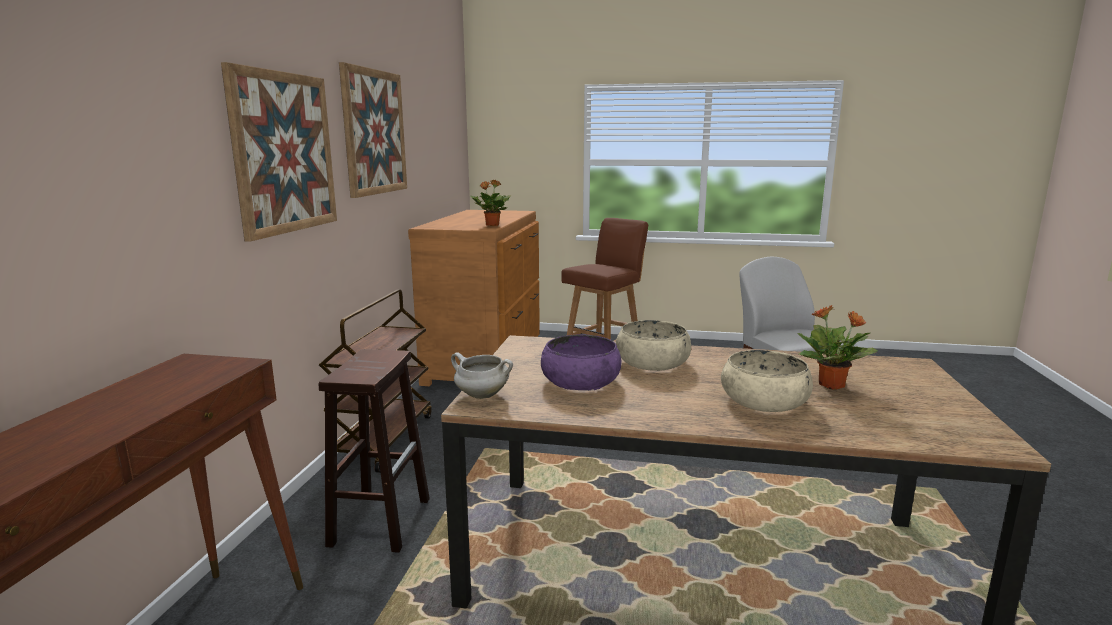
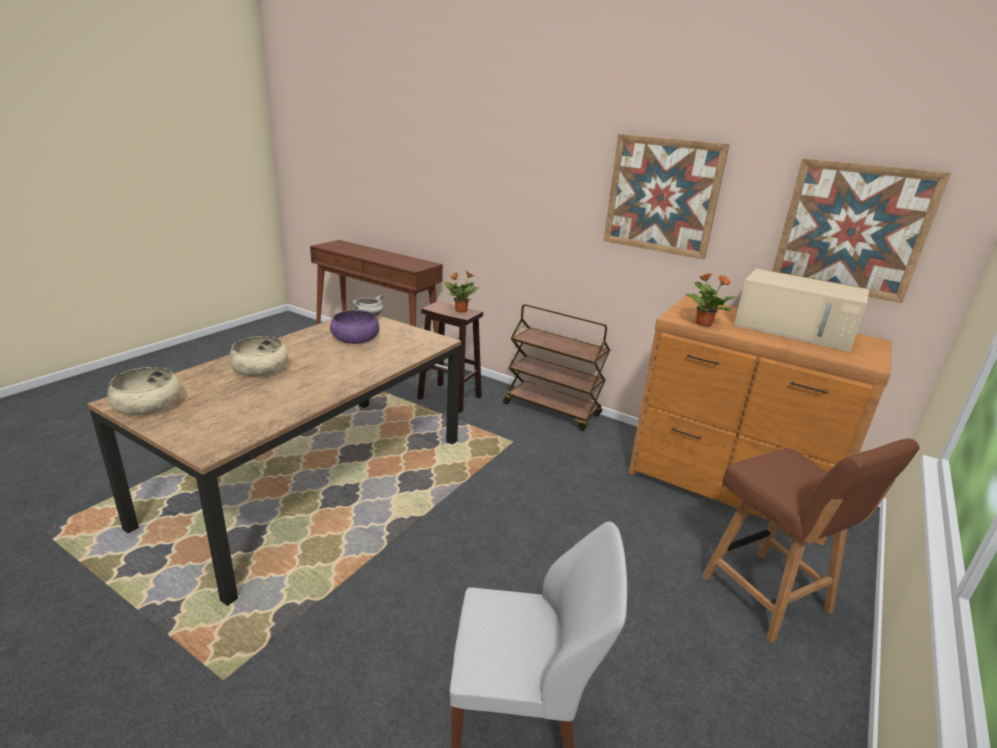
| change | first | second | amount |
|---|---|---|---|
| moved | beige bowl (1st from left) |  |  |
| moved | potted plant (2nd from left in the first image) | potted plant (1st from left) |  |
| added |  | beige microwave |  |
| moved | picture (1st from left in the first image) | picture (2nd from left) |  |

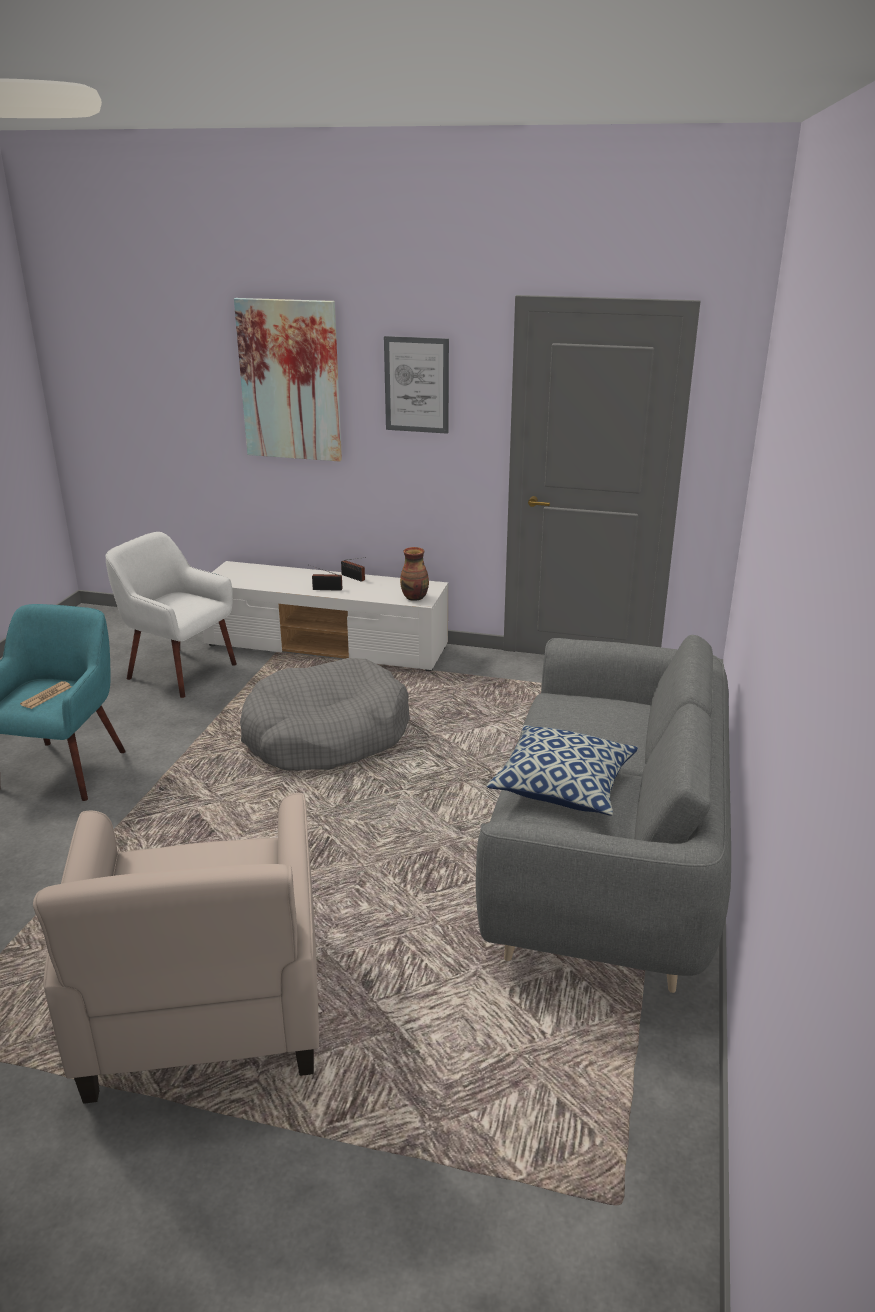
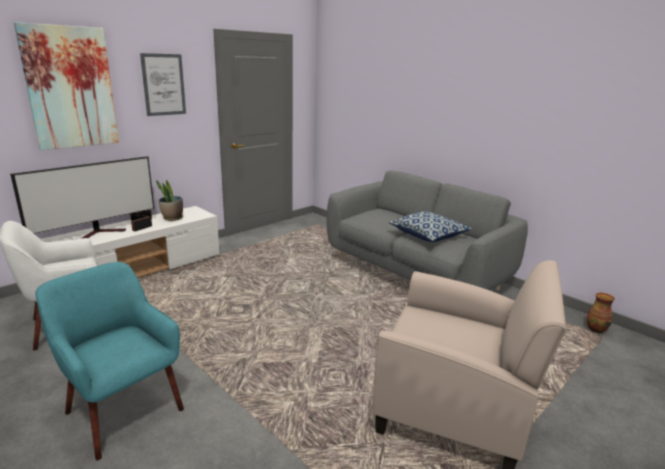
| change | first | second | amount |
|---|---|---|---|
| added |  | television |  |
| added |  | potted plant |  |
| moved | vase |  |  |
| removed | newspaper |  |  |
| removed | grey dog bed |  |  |

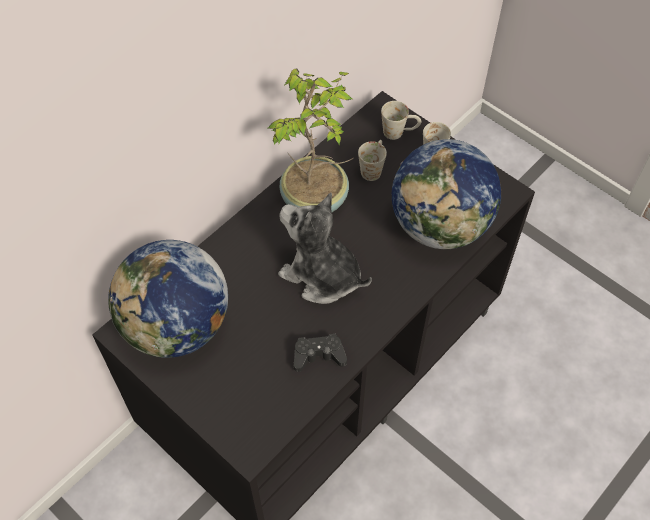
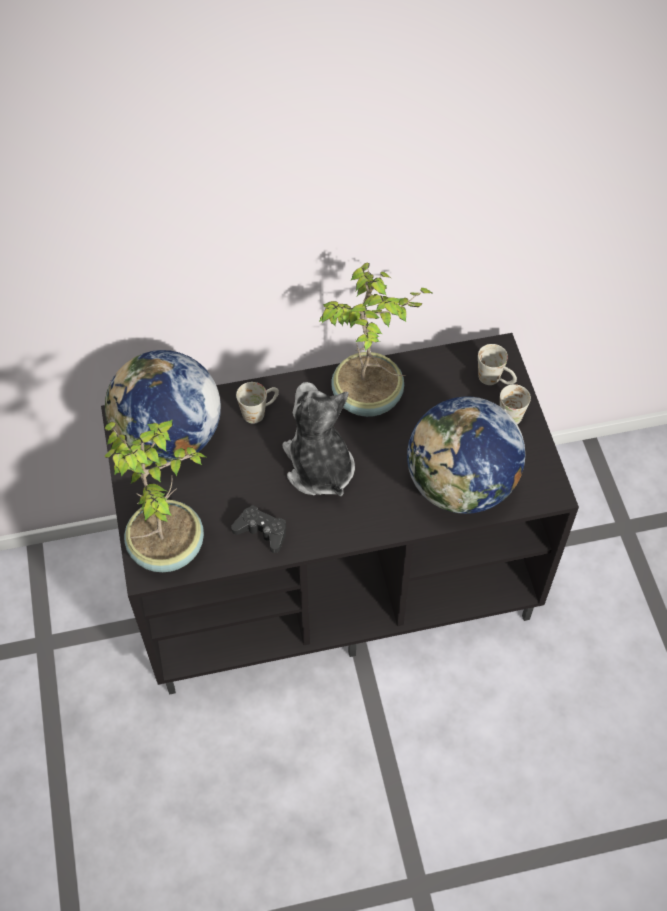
| change | first | second | amount |
|---|---|---|---|
| added |  | potted plant (1st from left) |  |
| moved | white mug (1st from left) |  |  |

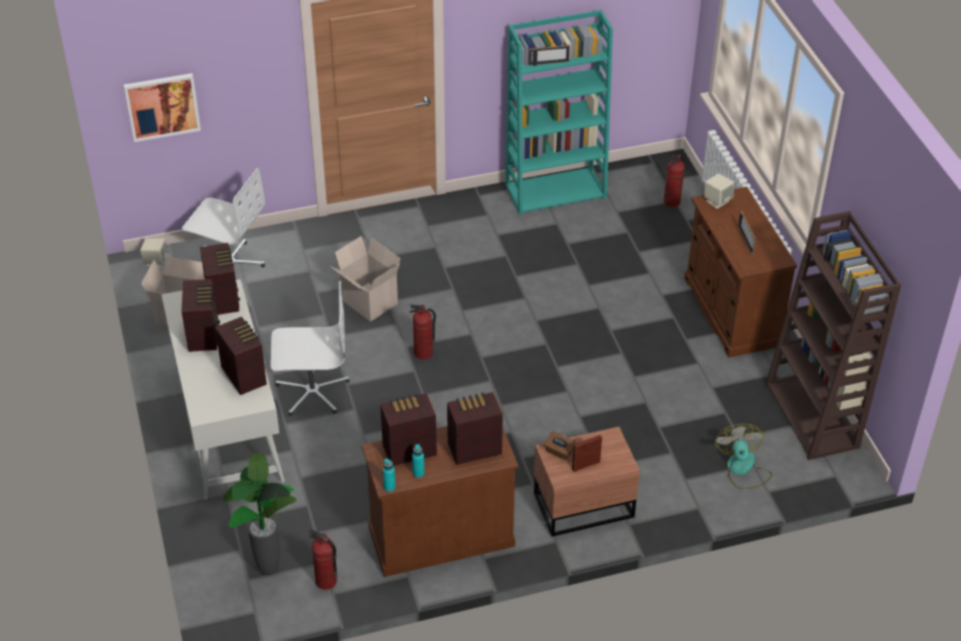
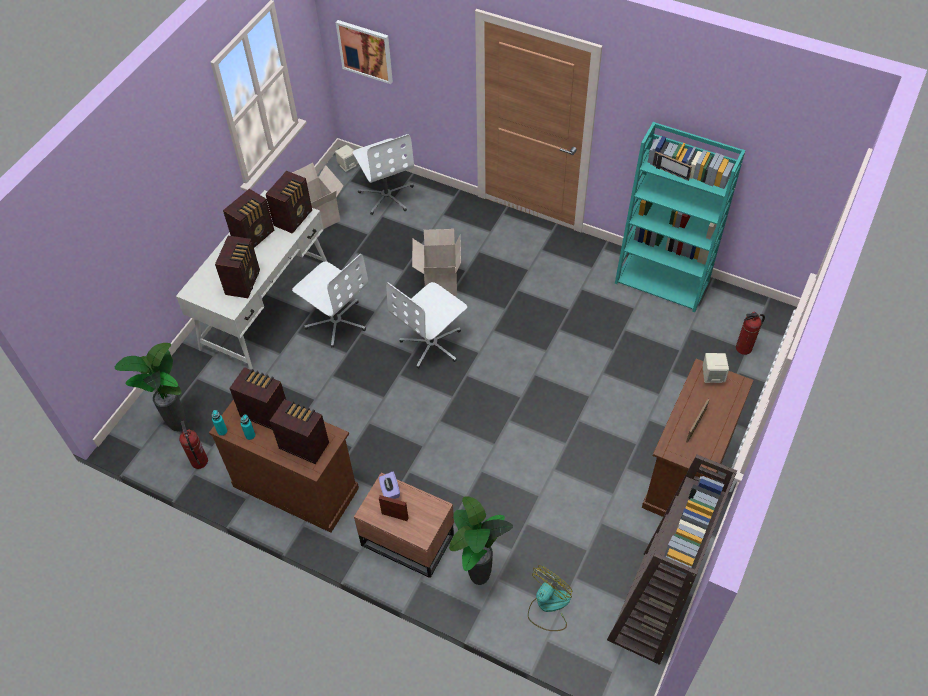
| change | first | second | amount |
|---|---|---|---|
| recoloured | brown tissue box | purple tissue box |  |
| replaced | fire extinguisher (2nd from left) | white office chair (3rd from left) |  |
| added |  | potted plant (2nd from left) |  |

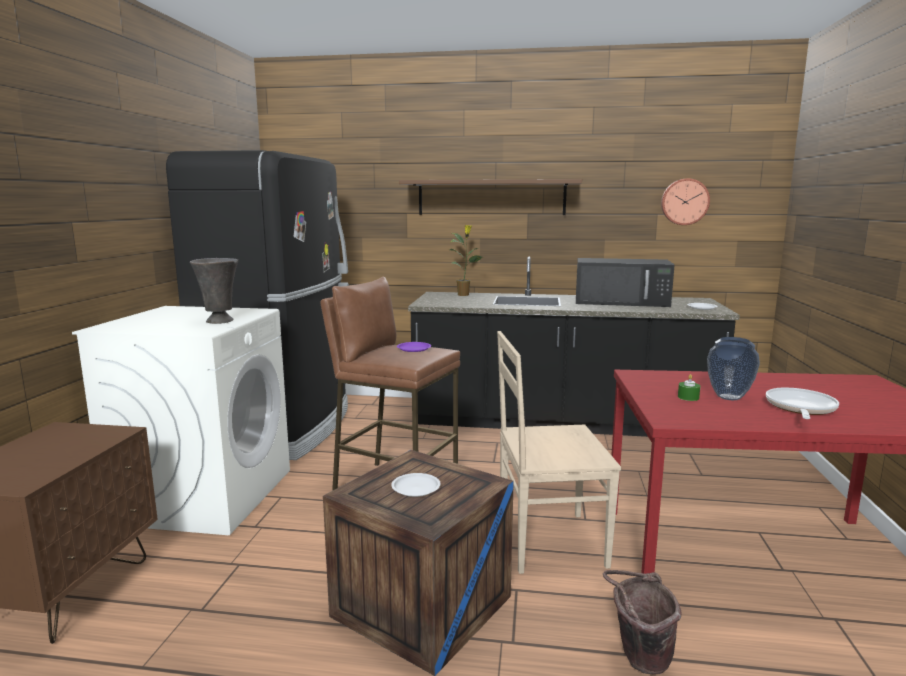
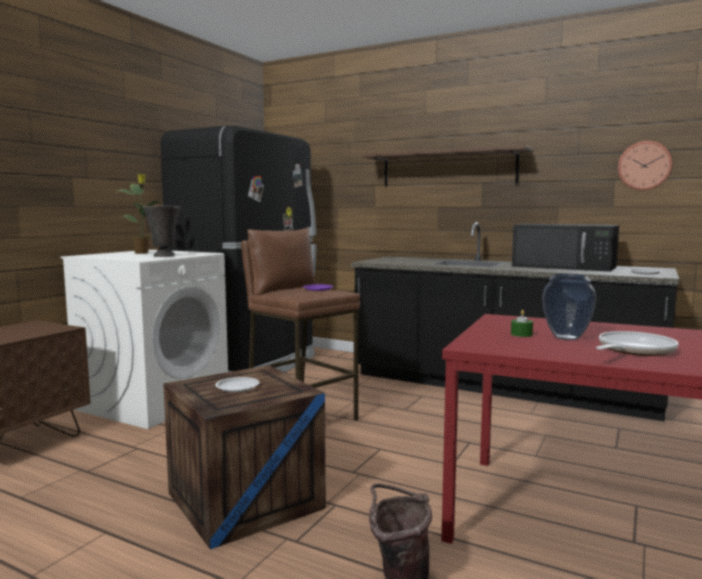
| change | first | second | amount |
|---|---|---|---|
| moved | potted plant |  |  |
| removed | beige chair |  |  |

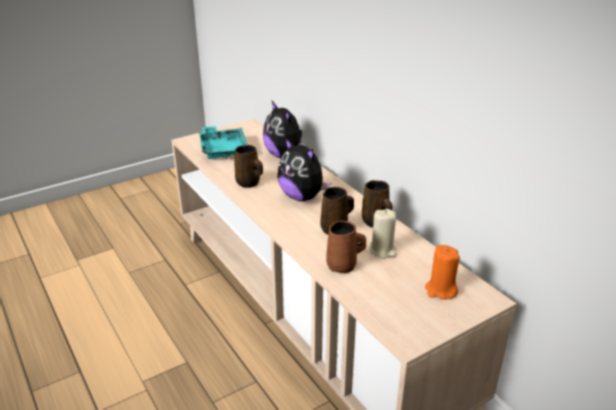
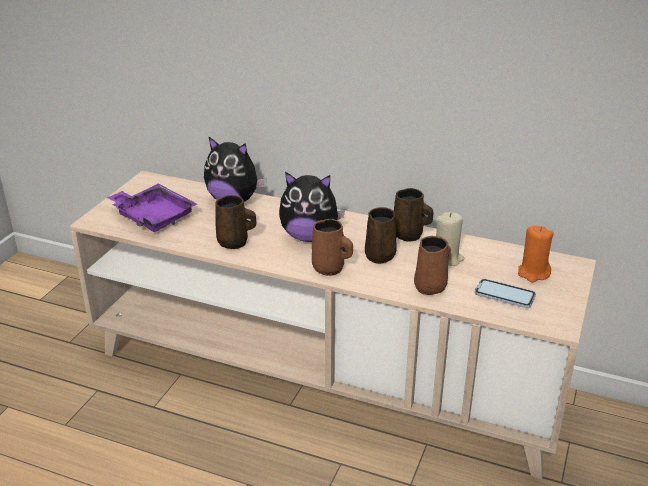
| change | first | second | amount |
|---|---|---|---|
| recoloured | turquoise tray | purple tray |  |
| added |  | brown mug (2nd from left) |  |
| added |  | phone |  |

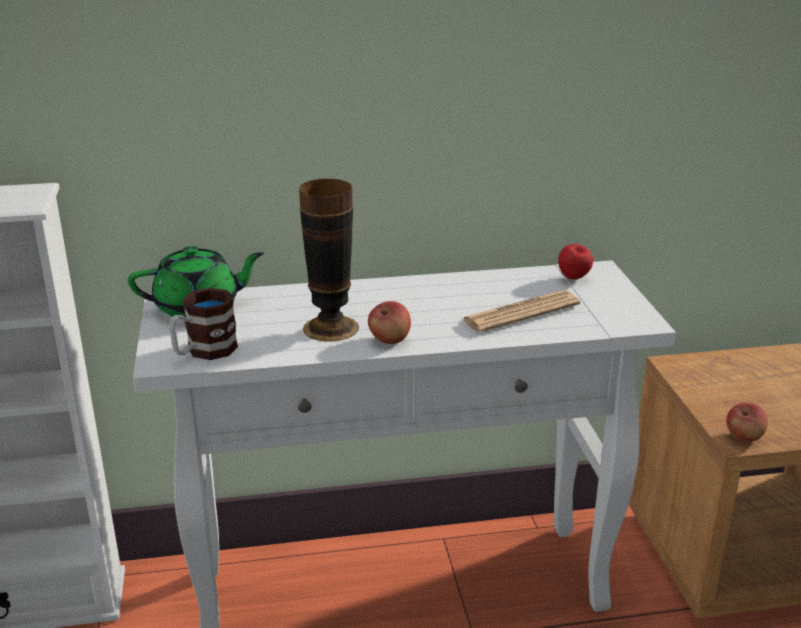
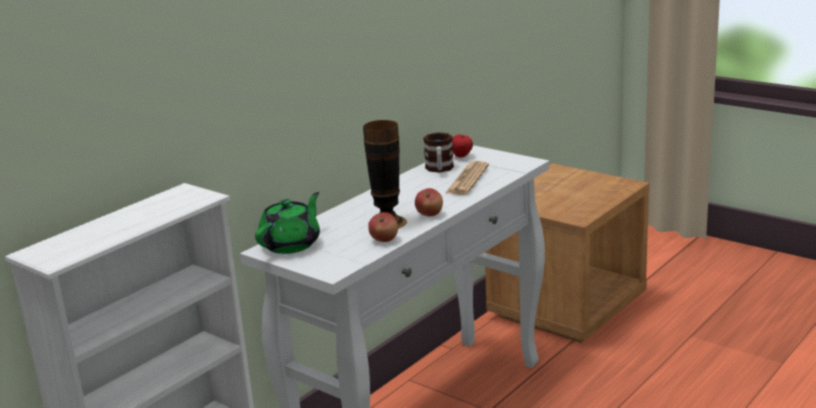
| change | first | second | amount |
|---|---|---|---|
| moved | apple (3rd from left in the first image) | apple (1st from left) |  |
| moved | mug |  |  |

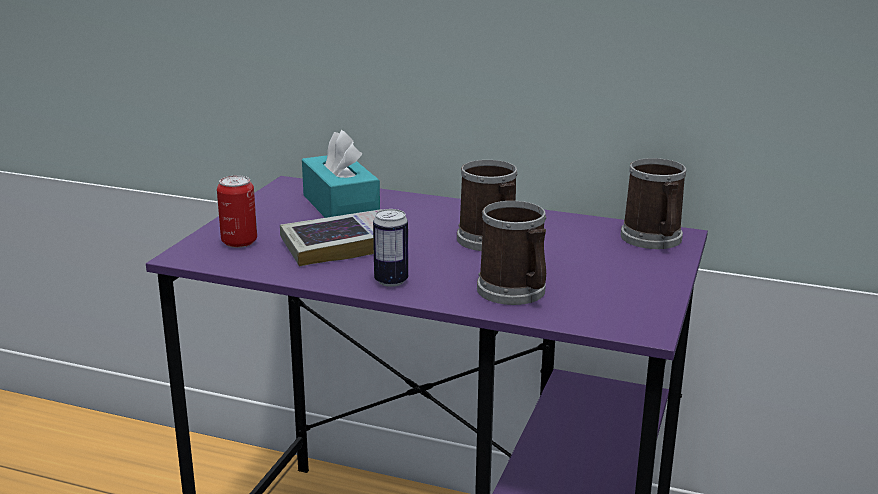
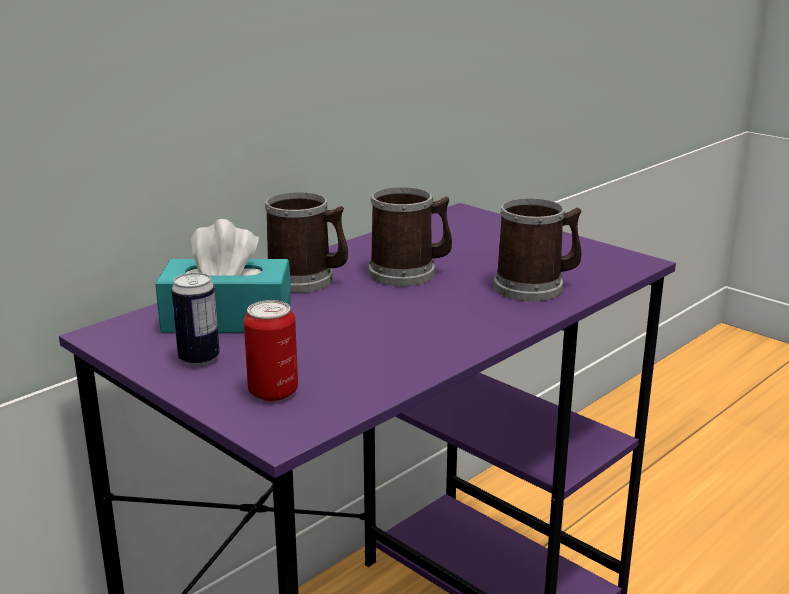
| change | first | second | amount |
|---|---|---|---|
| moved | can (2nd from left in the first image) | can (1st from left) |  |
| moved | mug (3rd from left in the first image) | mug (1st from left) |  |
| removed | book |  |  |

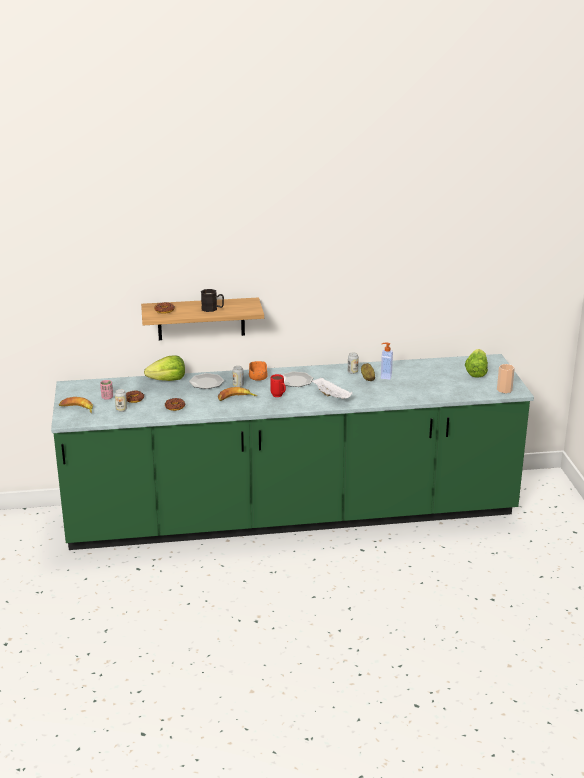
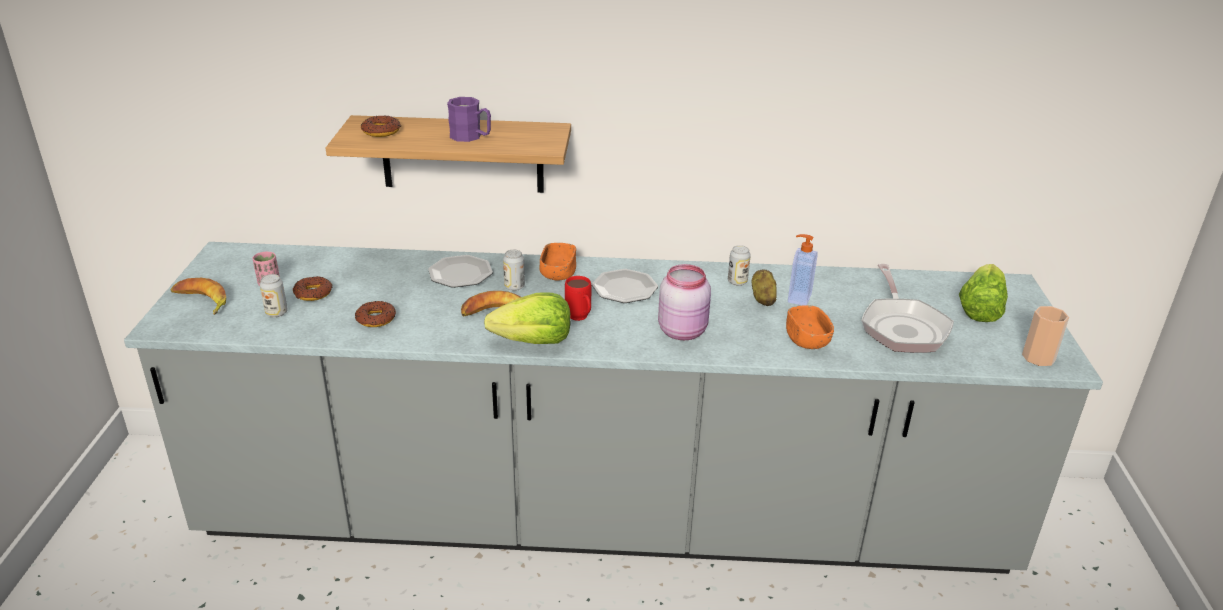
| change | first | second | amount |
|---|---|---|---|
| recoloured | green counter | grey counter |  |
| recoloured | black mug | purple mug |  |
| moved | lettuce (1st from left) |  |  |
| replaced | white tray | pink jar |  |
| added |  | orange bowl (2nd from left) |  |
| added |  | frying pan |  |

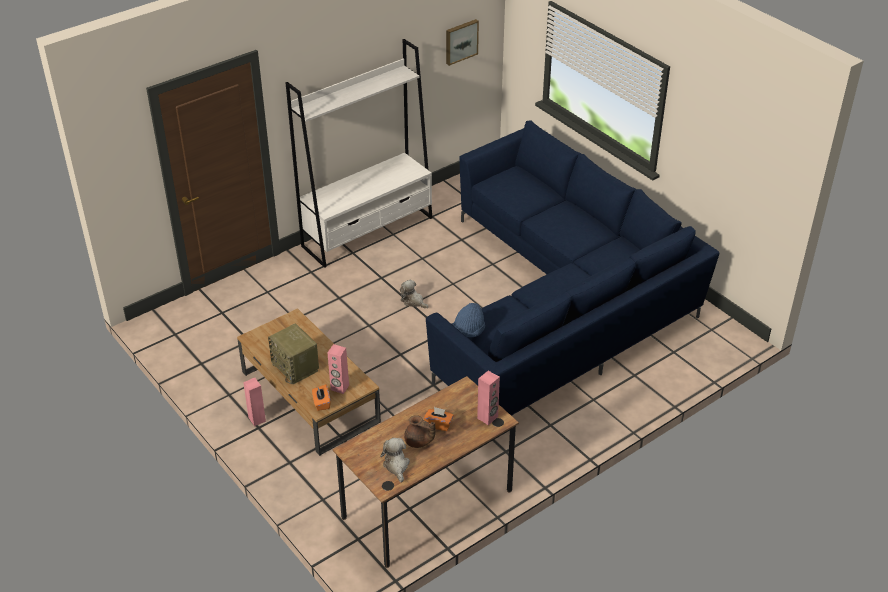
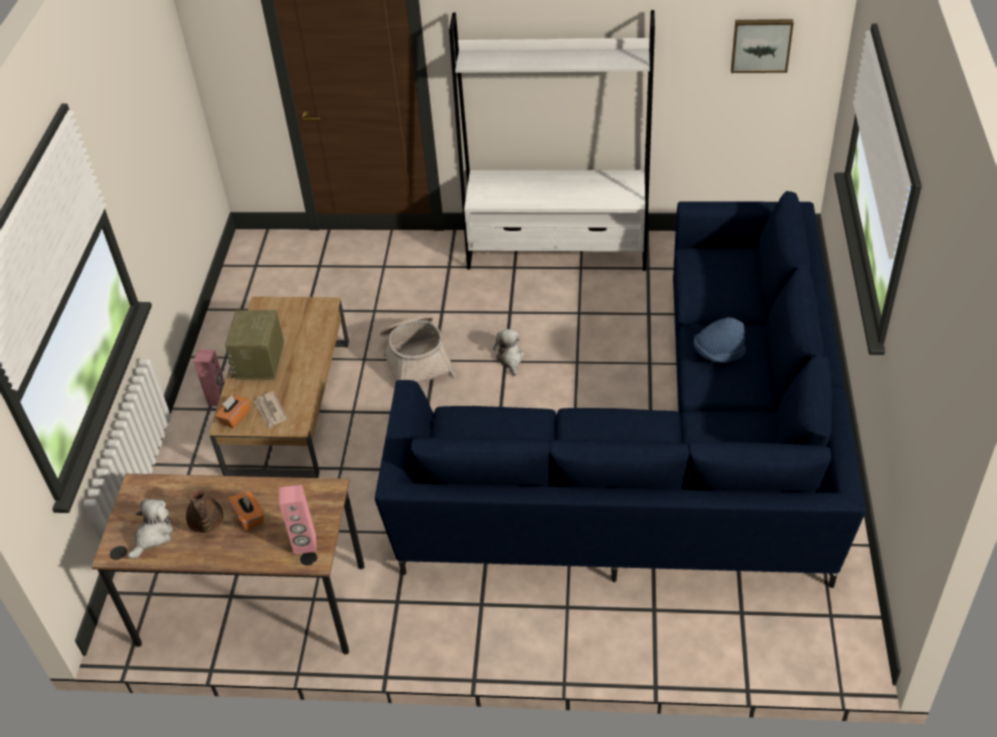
| change | first | second | amount |
|---|---|---|---|
| replaced | pink speaker (2nd from left) | newspaper |  |
| added |  | basket |  |
| moved | blue hat |  |  |

